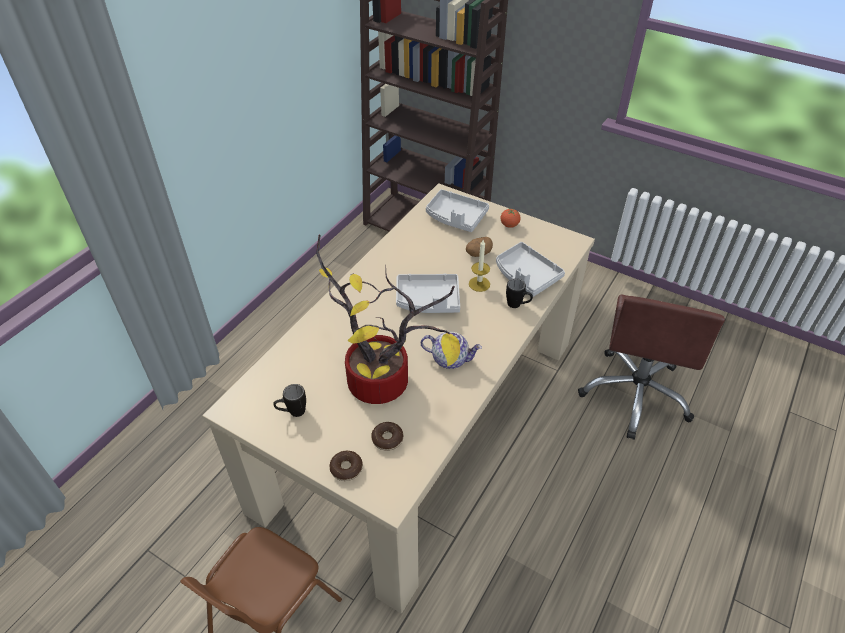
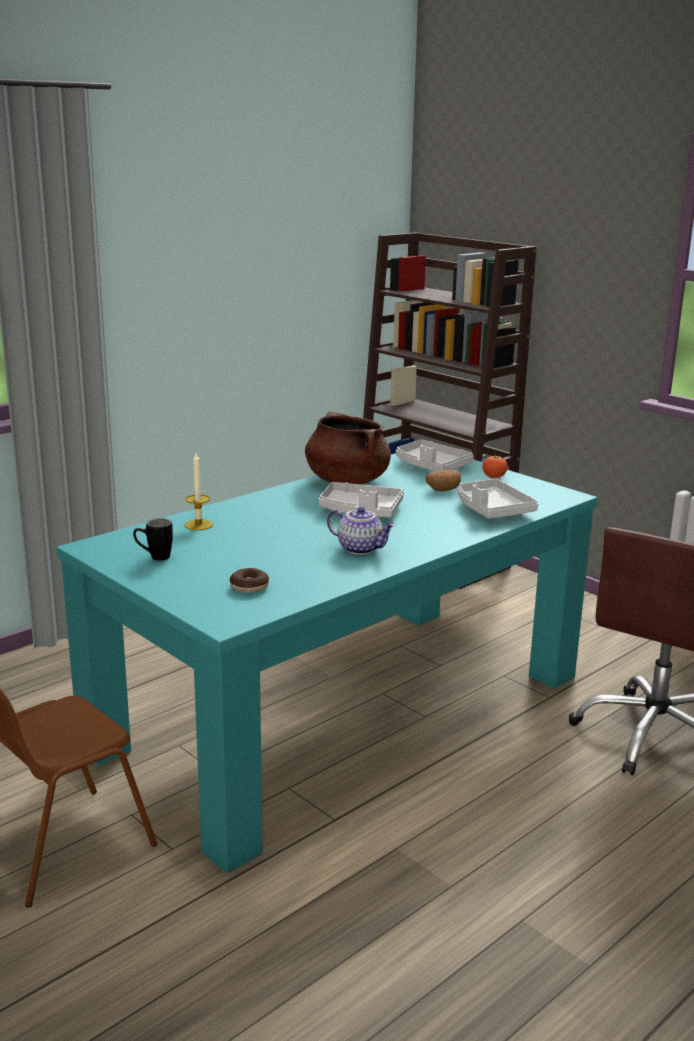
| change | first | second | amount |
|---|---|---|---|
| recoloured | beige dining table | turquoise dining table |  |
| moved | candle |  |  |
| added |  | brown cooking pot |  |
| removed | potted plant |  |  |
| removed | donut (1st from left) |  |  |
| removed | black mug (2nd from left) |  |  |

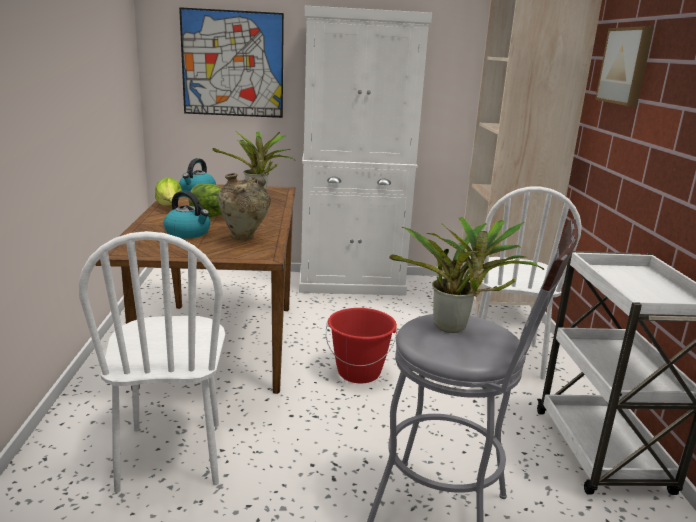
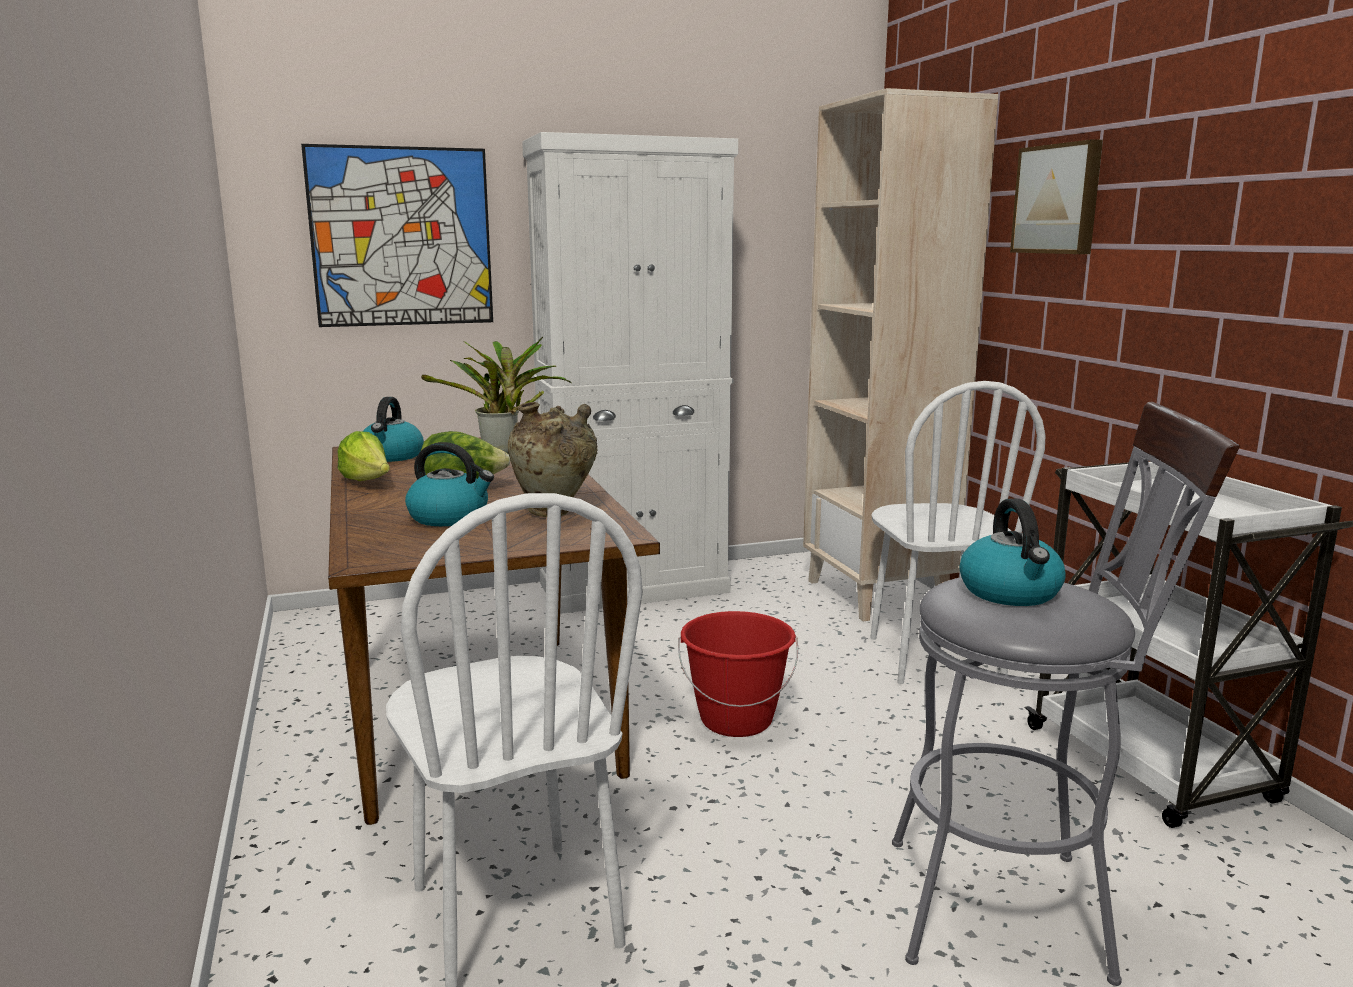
| change | first | second | amount |
|---|---|---|---|
| replaced | potted plant (2nd from left) | kettle (3rd from left) |  |

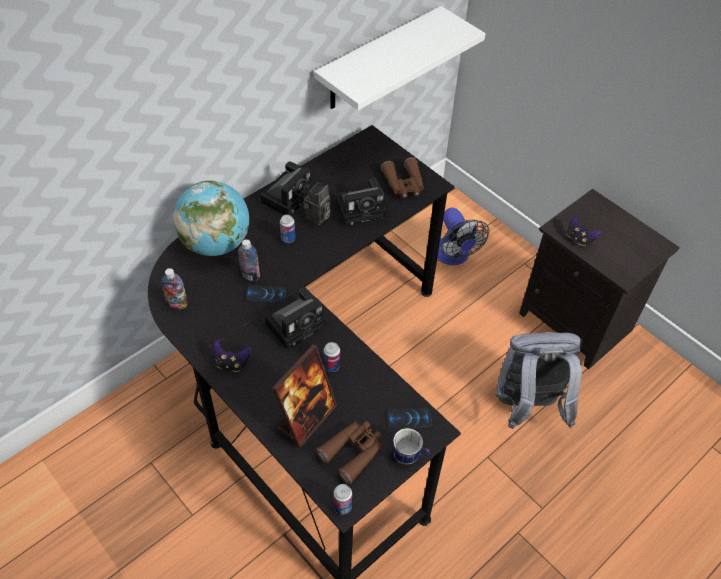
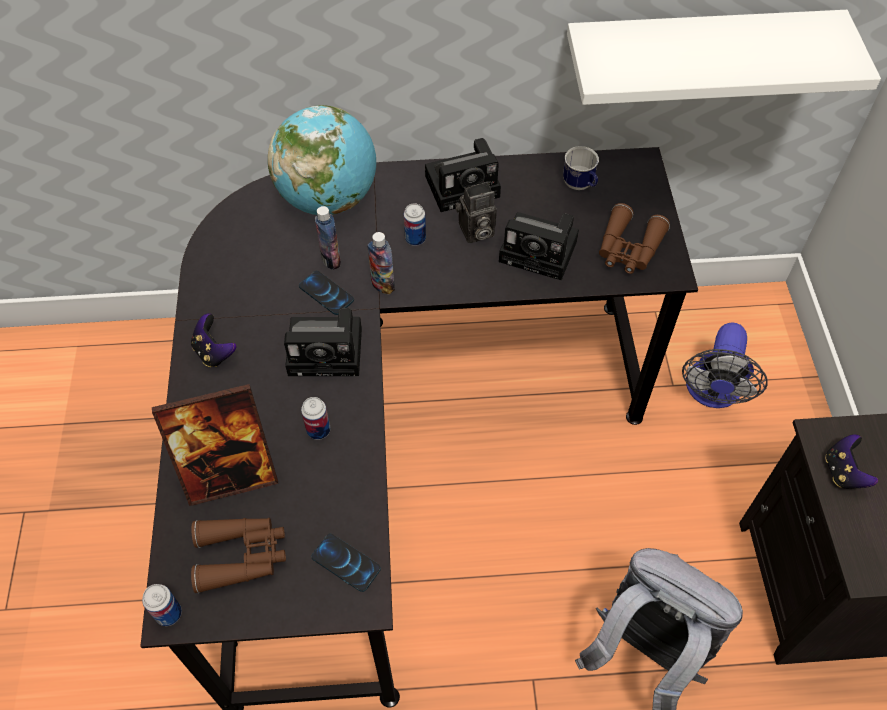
| change | first | second | amount |
|---|---|---|---|
| moved | bottle (1st from left in the first image) | bottle (2nd from left) |  |
| moved | mug |  |  |

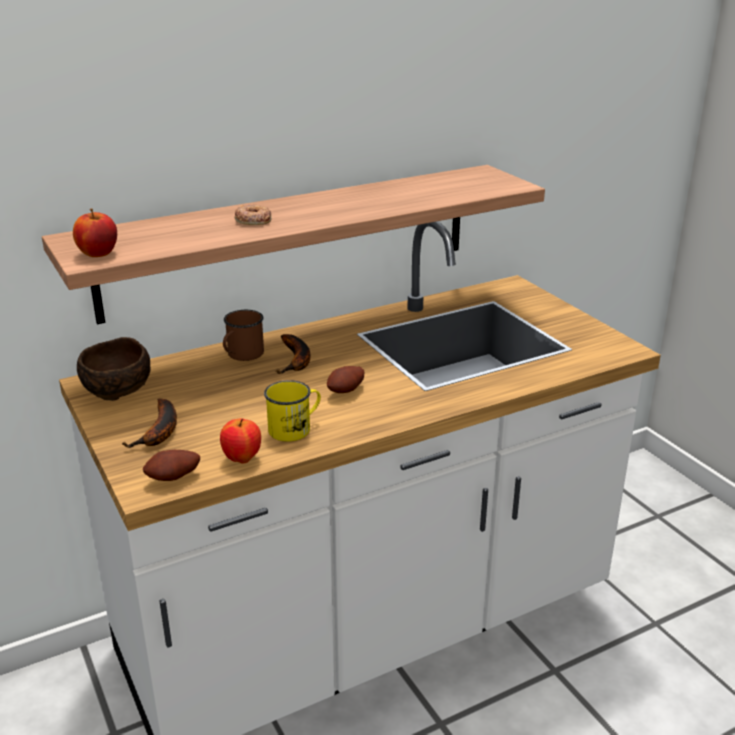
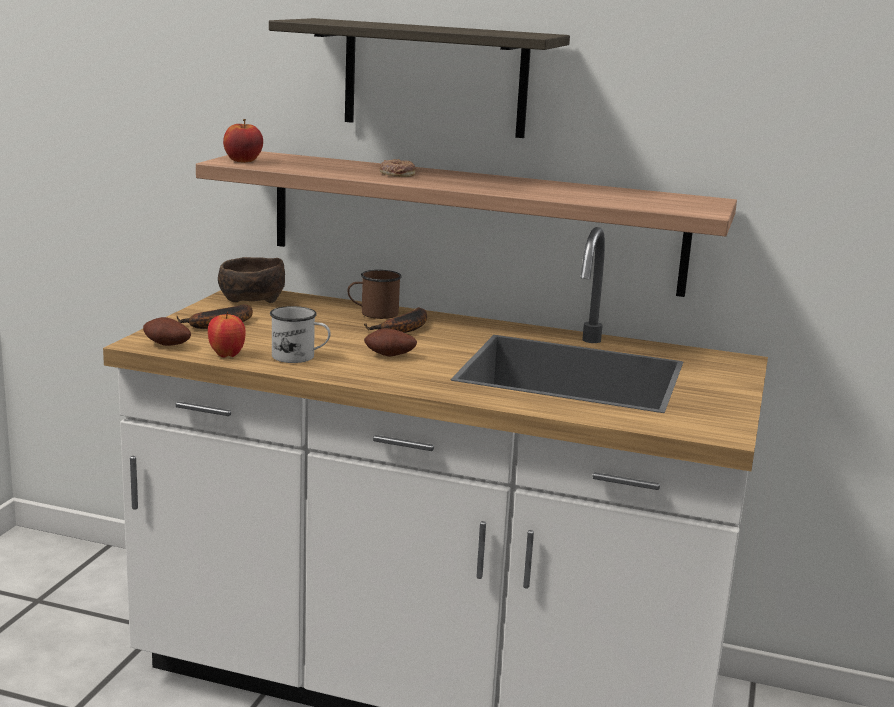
| change | first | second | amount |
|---|---|---|---|
| added |  | shelf (1st from left) |  |
| recoloured | yellow mug | white mug |  |

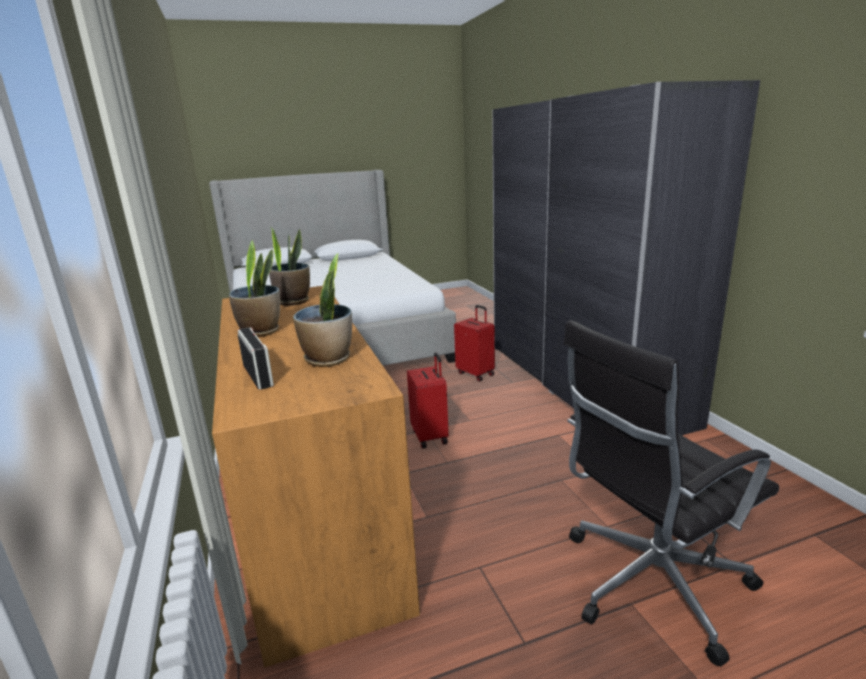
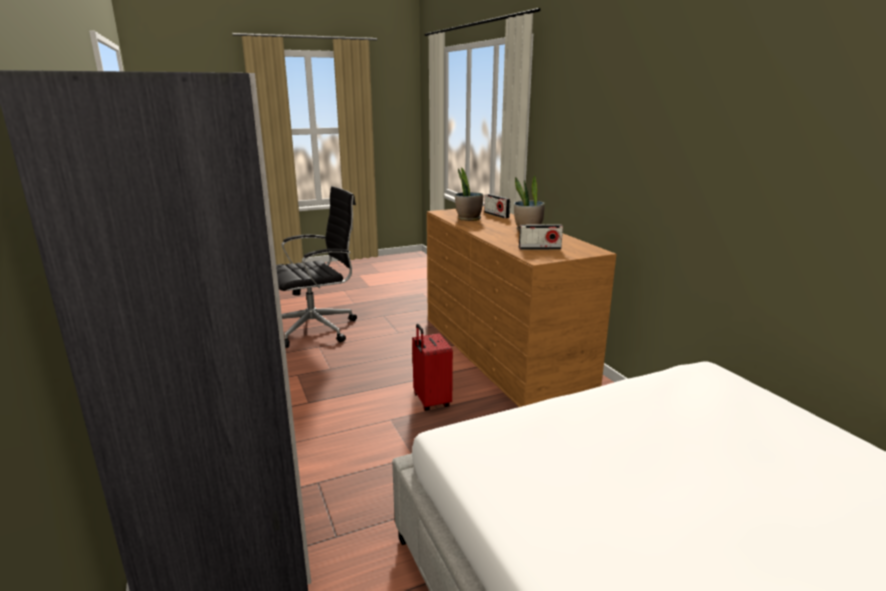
| change | first | second | amount |
|---|---|---|---|
| replaced | potted plant (2nd from left) | radio (2nd from left) |  |
| removed | red suitcase (2nd from left) |  |  |

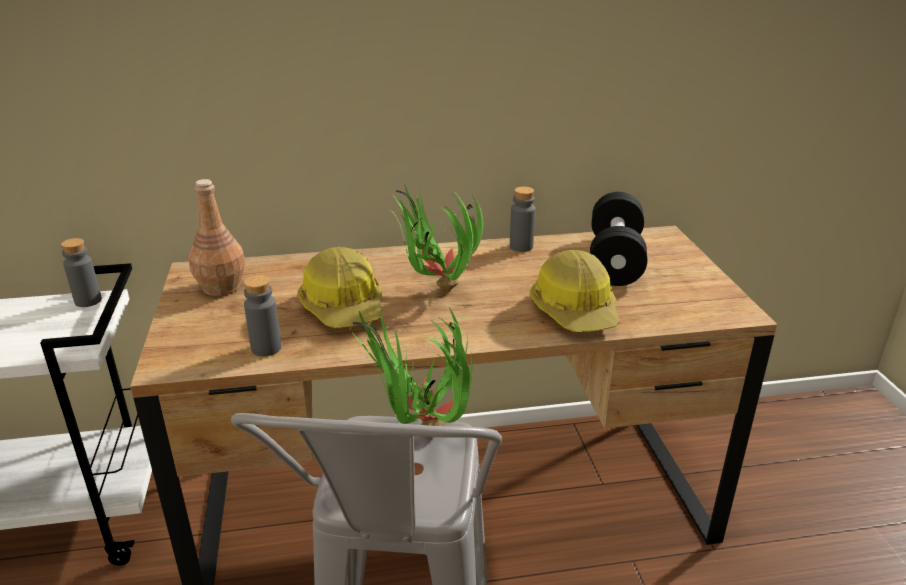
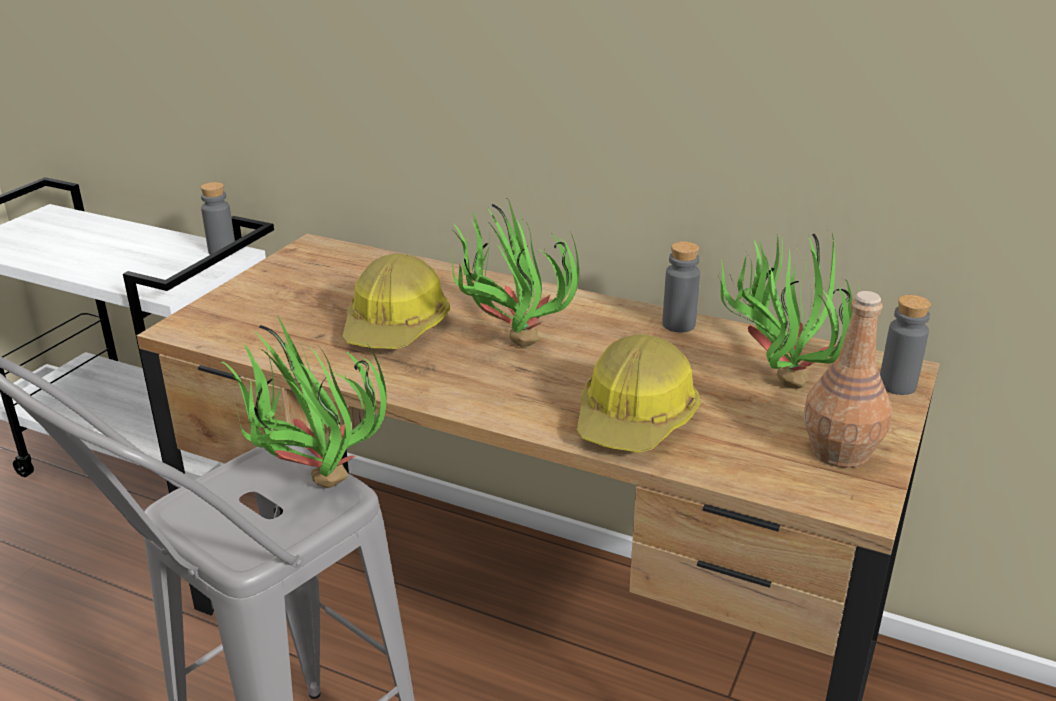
| change | first | second | amount |
|---|---|---|---|
| replaced | black dumbbell | potted plant (3rd from left) |  |
| moved | brown bottle |  |  |
| moved | grey bottle (2nd from left in the first image) | grey bottle (3rd from left) |  |

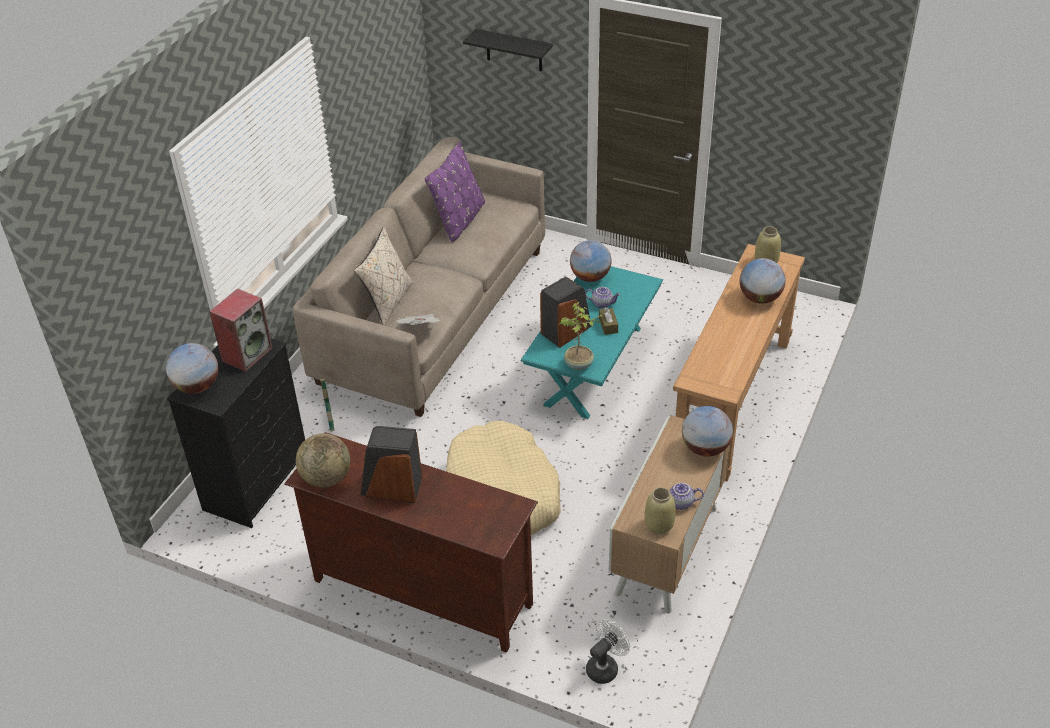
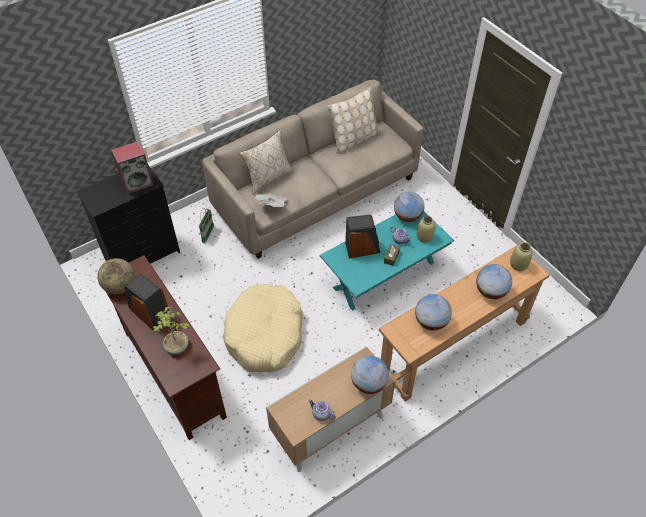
| change | first | second | amount |
|---|---|---|---|
| moved | potted plant |  |  |
| recoloured | purple pillow | beige pillow (2nd from left) |  |
| moved | globe (1st from left in the first image) | globe (4th from left) |  |
| moved | beige vase (1st from left) |  |  |
| removed | black shelf |  |  |
| removed | white fan |  |  |

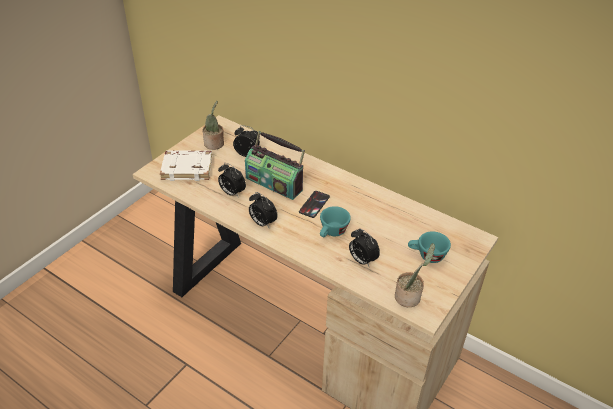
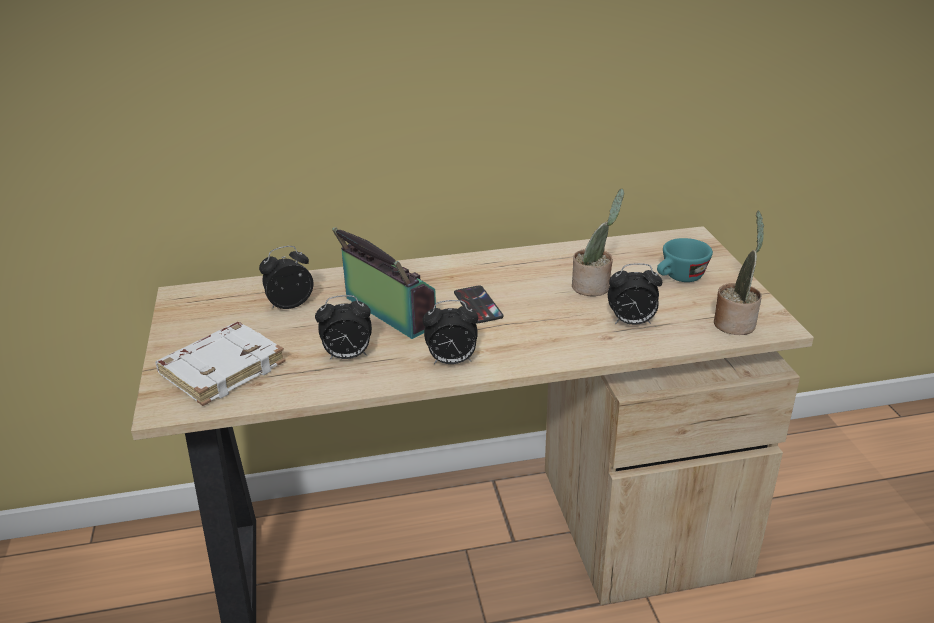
| change | first | second | amount |
|---|---|---|---|
| turned | radio |  | 120 degrees counterclockwise |
| moved | potted plant (1st from left) |  |  |
| removed | turquoise cup (1st from left) |  |  |

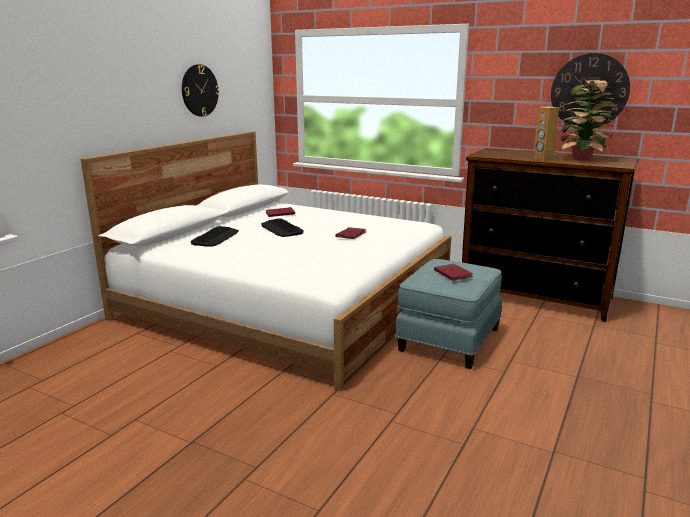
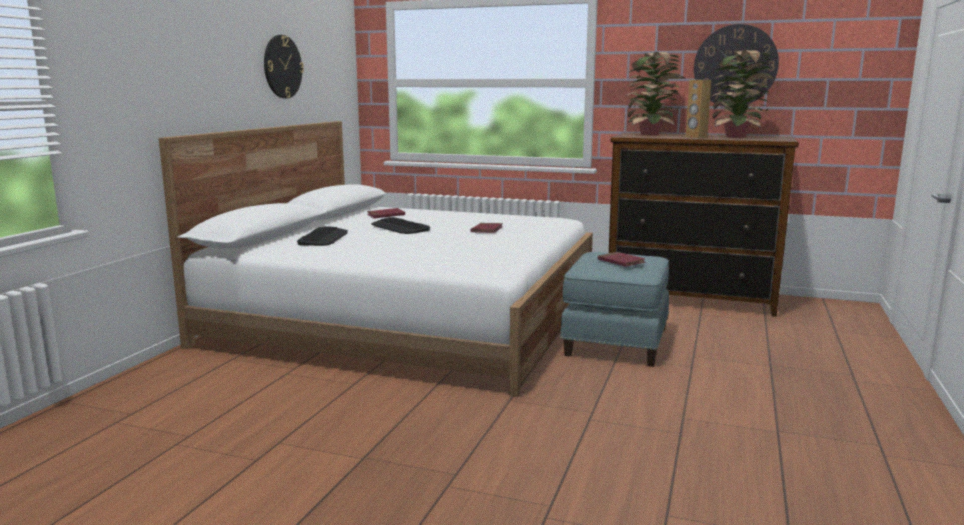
| change | first | second | amount |
|---|---|---|---|
| added |  | potted plant (1st from left) |  |

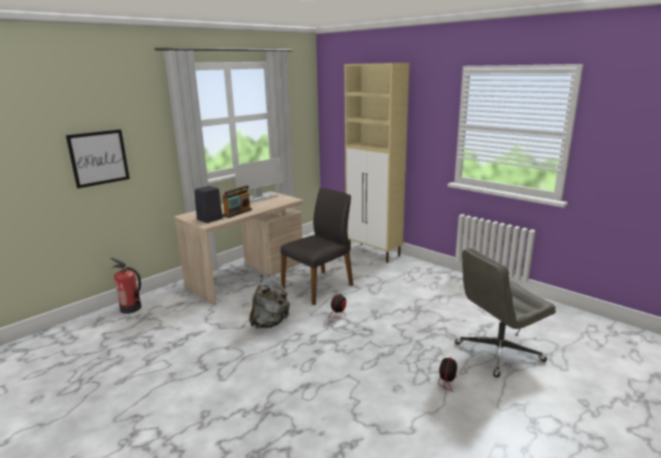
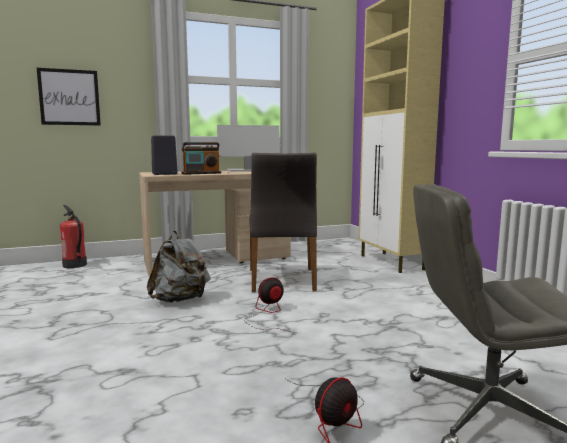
| change | first | second | amount |
|---|---|---|---|
| turned | grey chair |  | 105 degrees clockwise |

